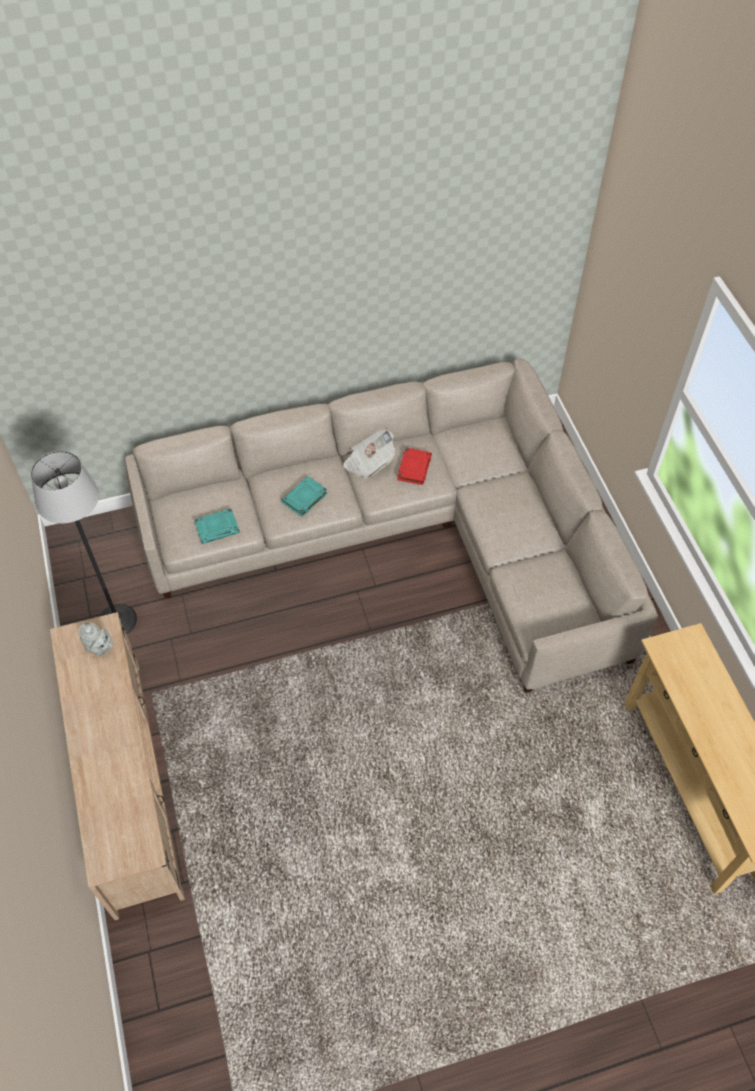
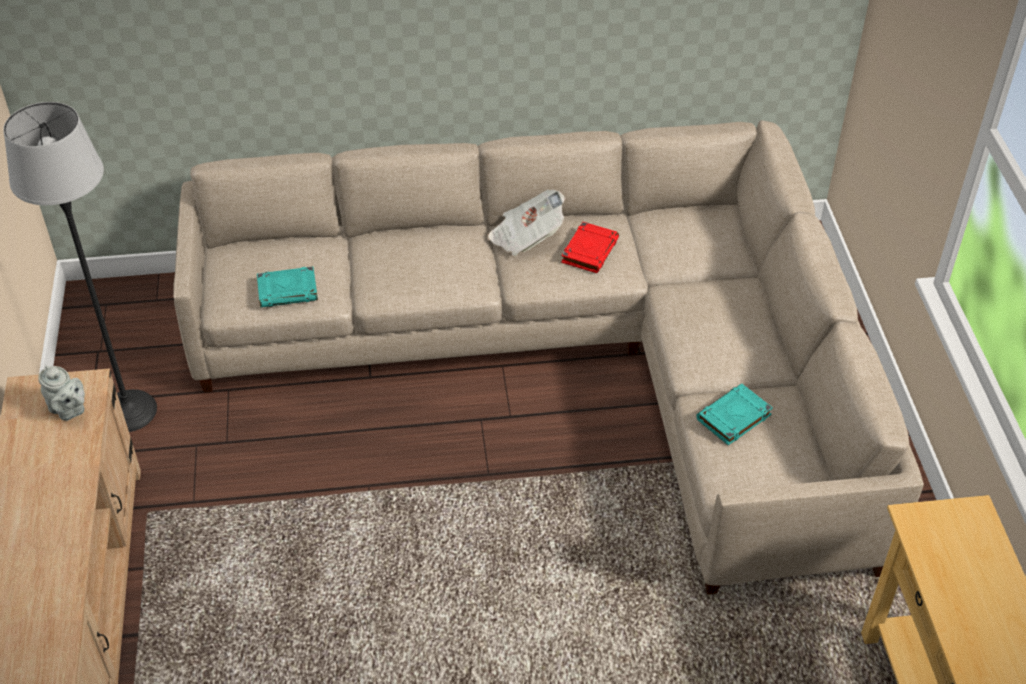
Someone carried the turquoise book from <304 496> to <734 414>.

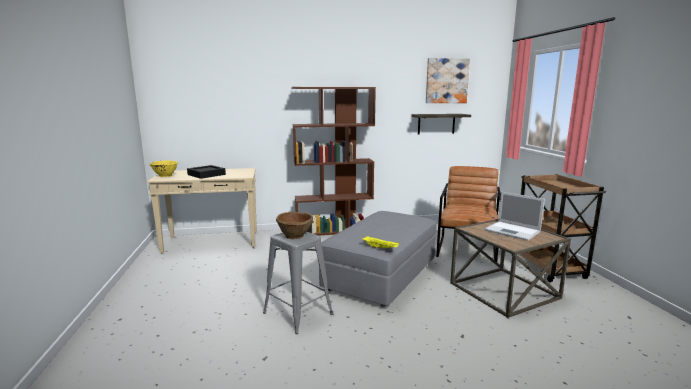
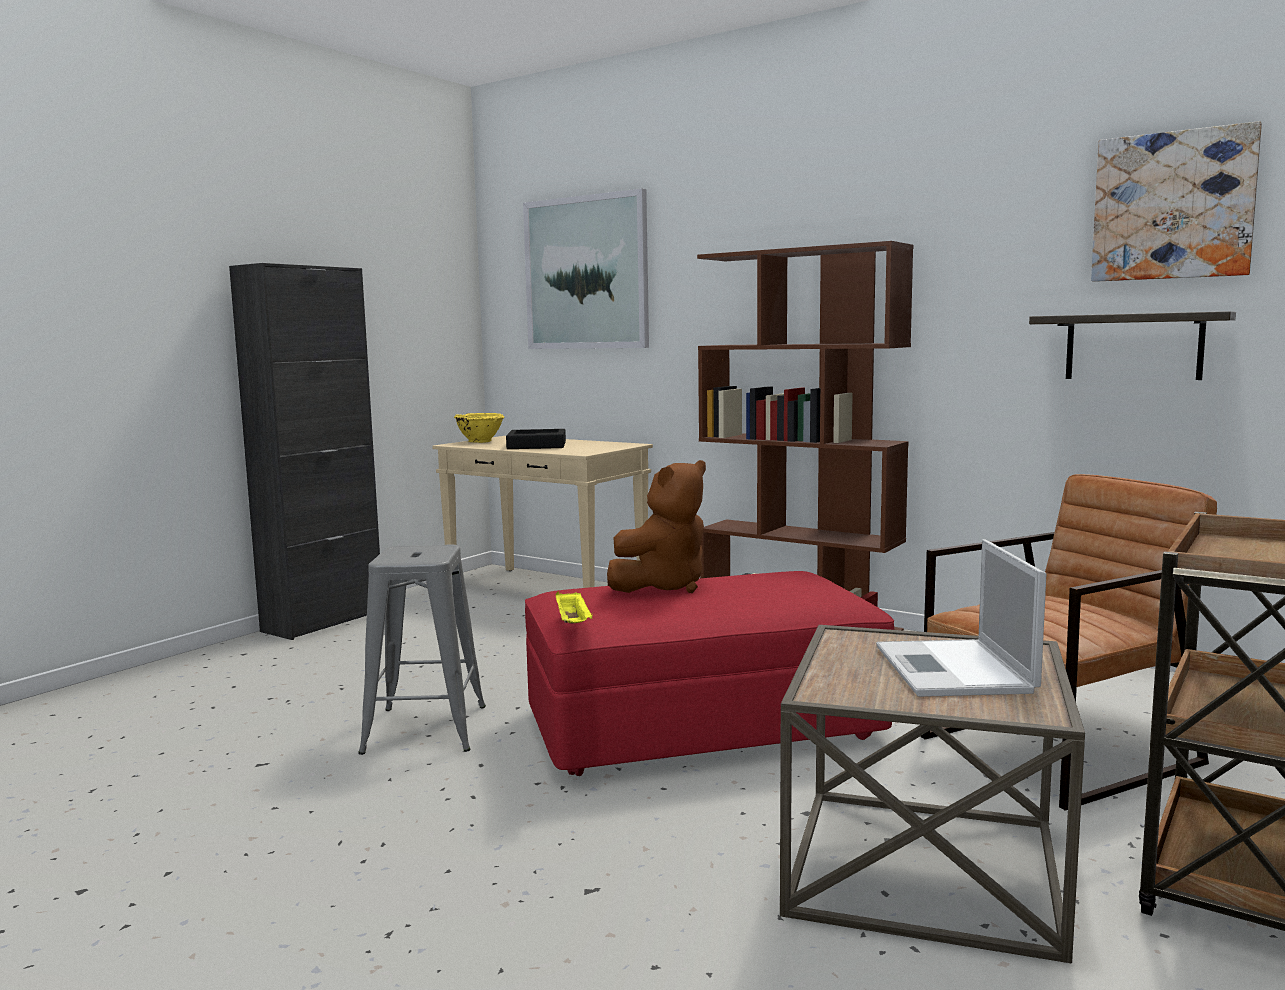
Someone put down the black cabinet at <304 451>. Someone put up the picture at <586 268>. Someone repainted the grey ottoman at <378 259>, which became the red ottoman at <709 673>. Someone put down the brown plush toy at <656 526>. Someone took away the brown bowl at <295 225>.

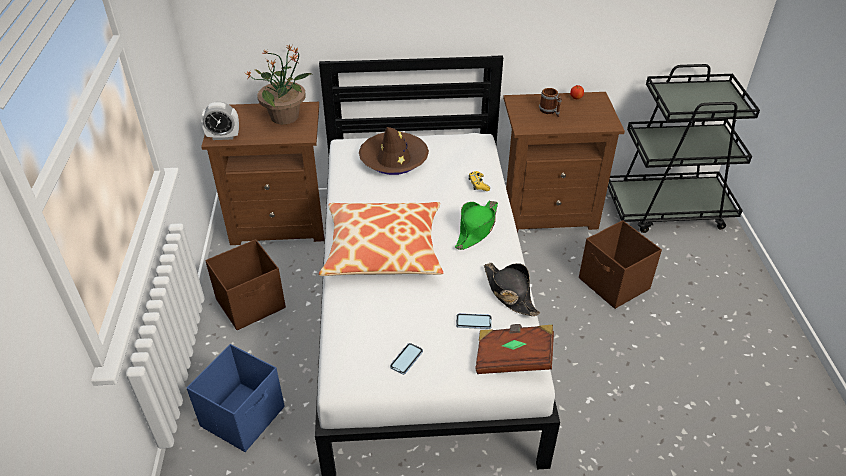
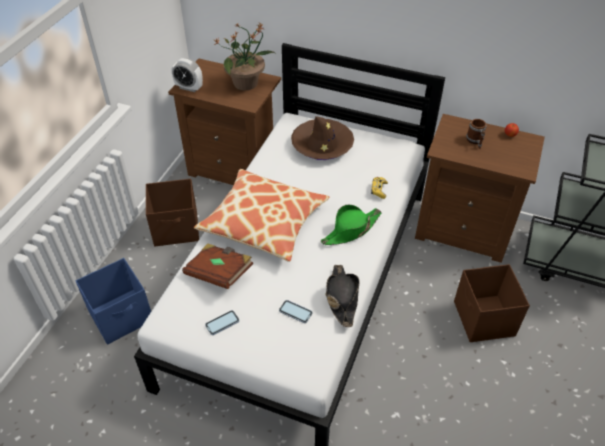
Someone carried the brown book from <514 349> to <217 266>.

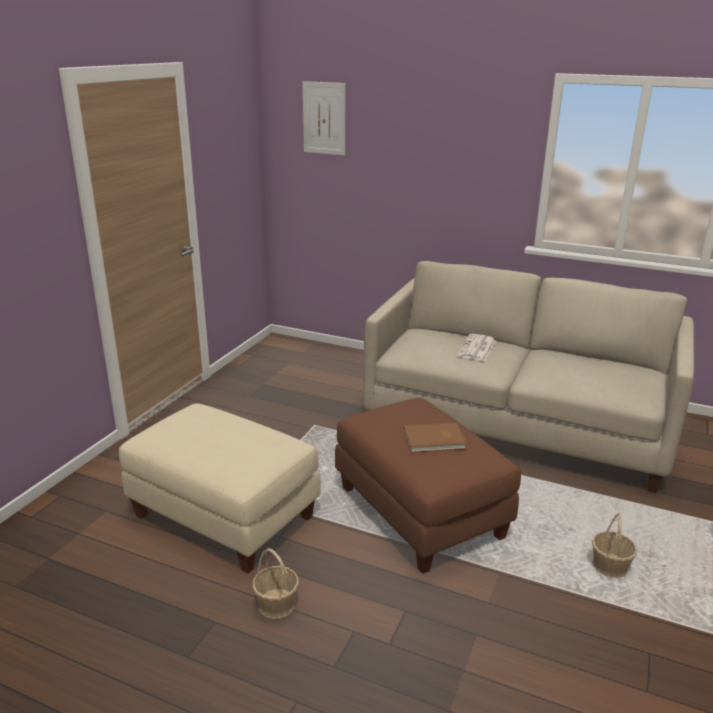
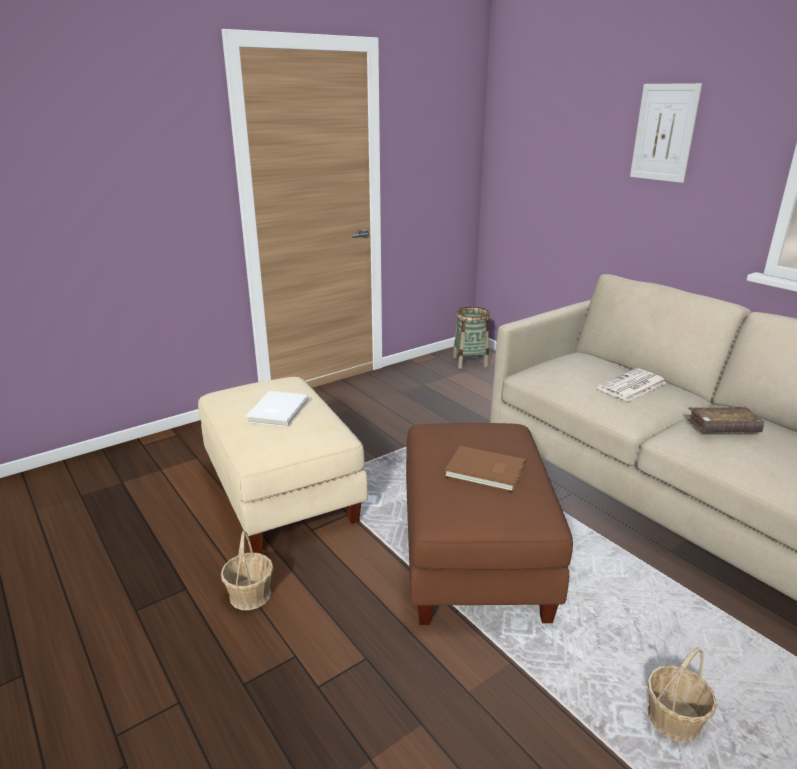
Someone put down the white book at <277 409>. Someone put down the basket at <471 338>. Someone carried the picture from <324 118> to <666 133>. Someone put down the brown book at <725 420>.

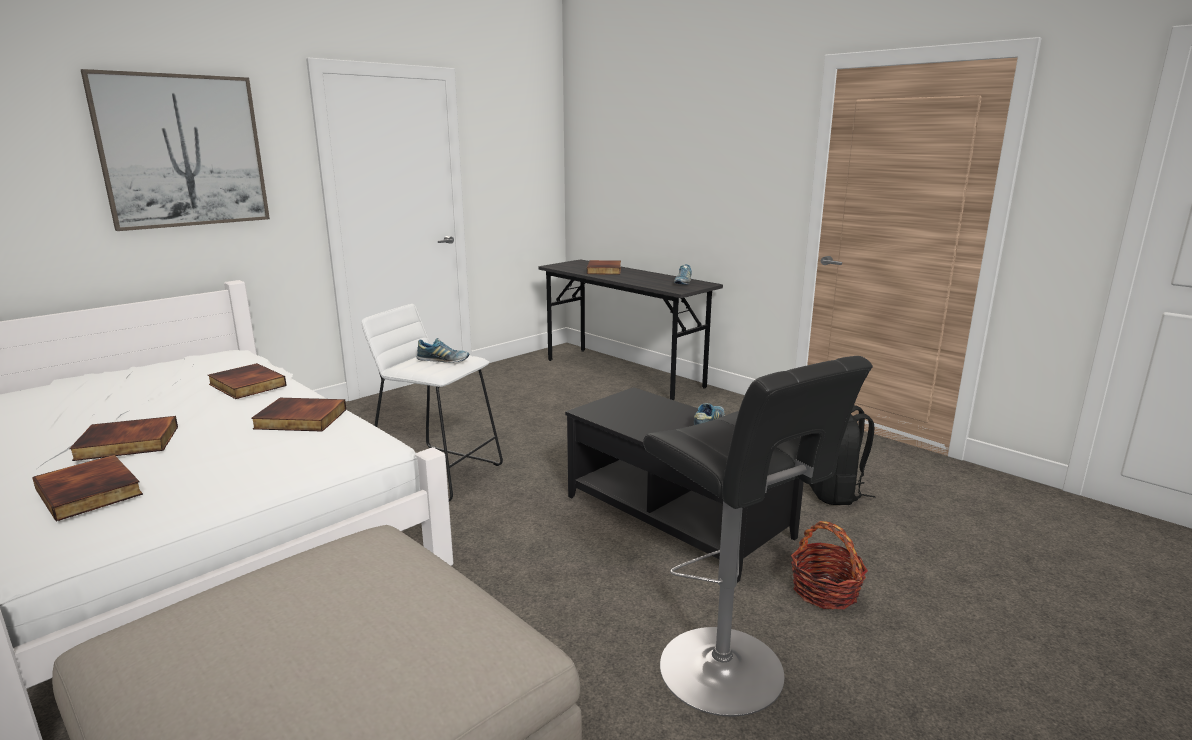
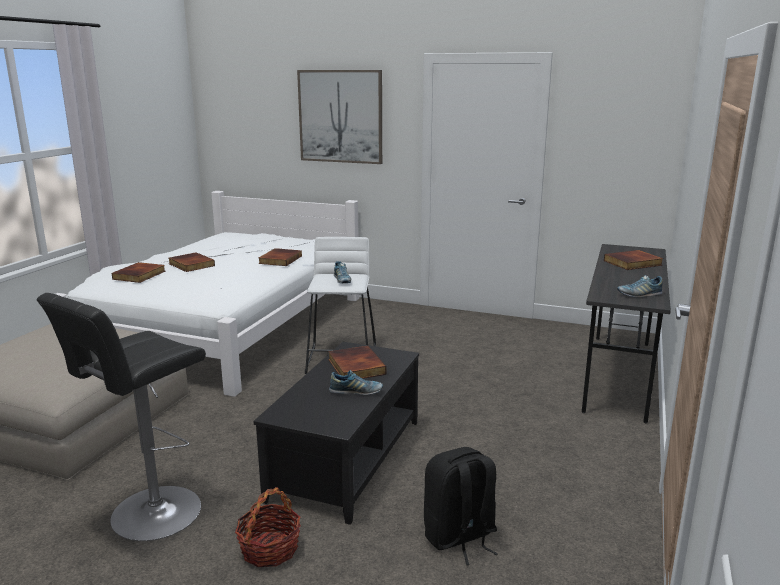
Someone carried the book from <298 415> to <357 362>.

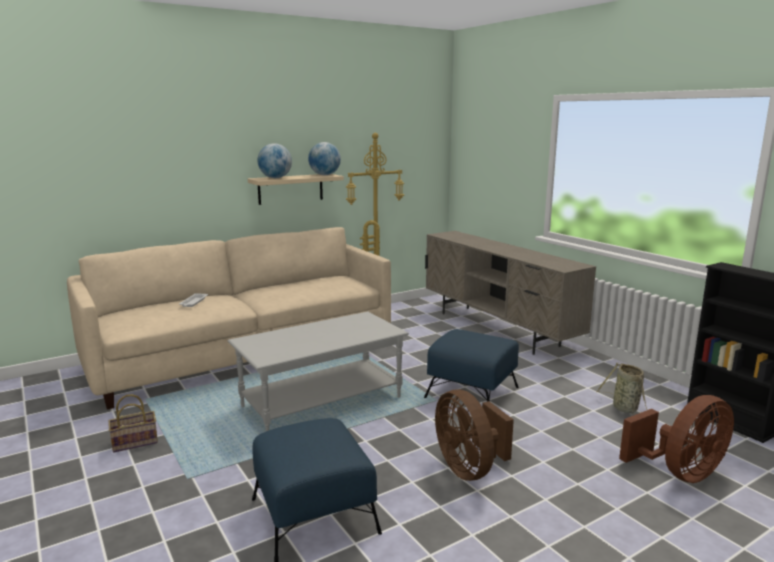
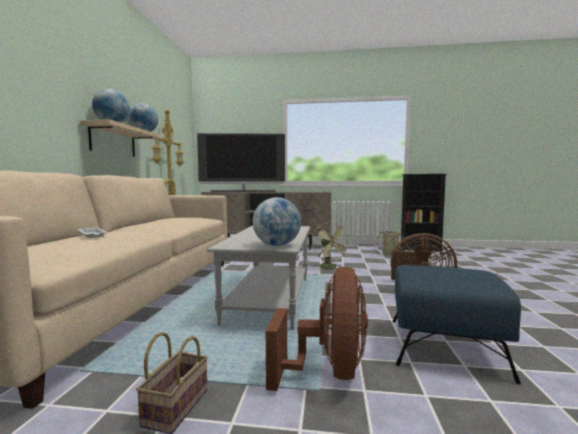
Someone put down the television at <241 162>. Someone put down the globe at <277 221>. Someone carried the brown fan from <676 439> to <317 329>. Someone swapped the blue ottoman at <471 365> for the green fan at <330 246>.

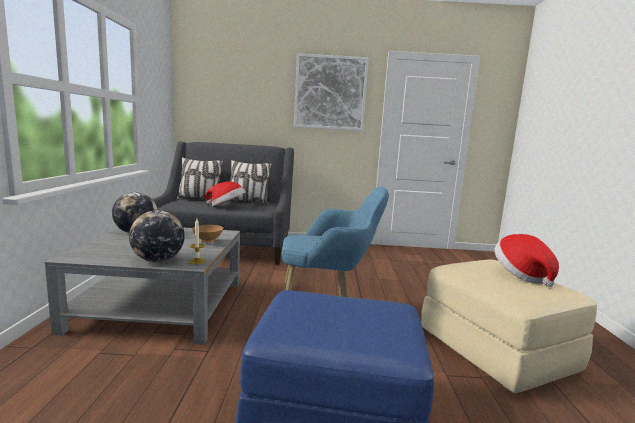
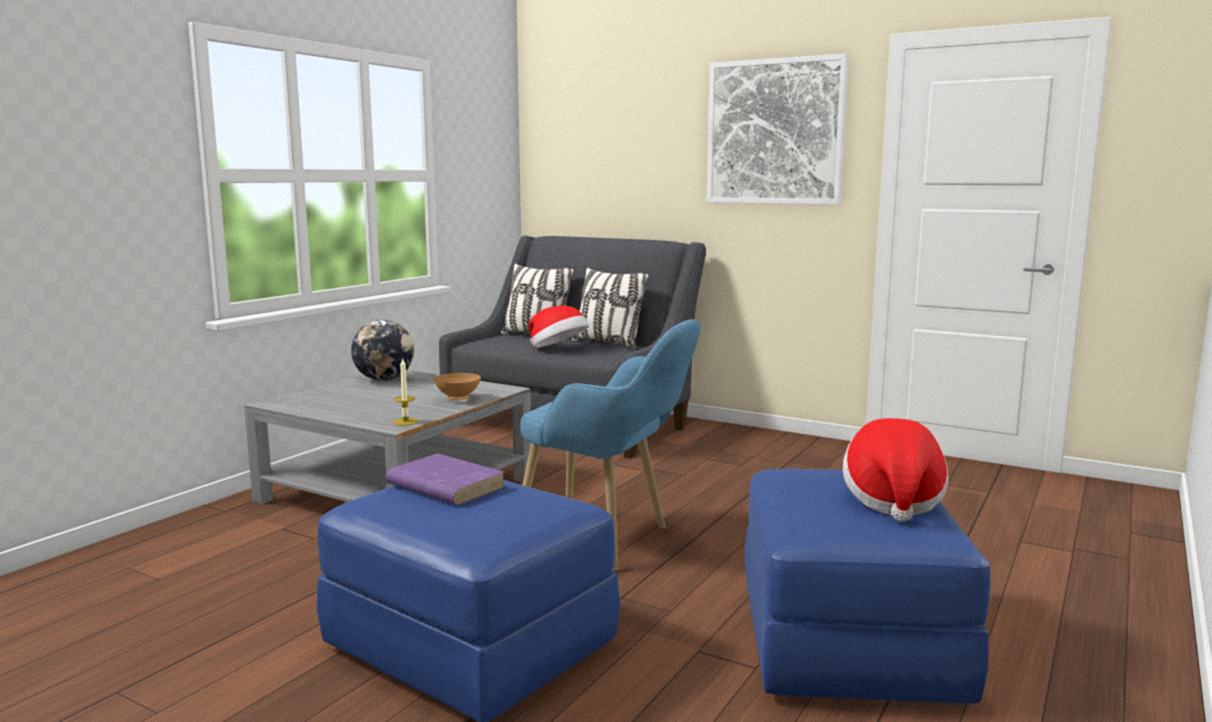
Someone put down the purple book at <445 479>. Someone repainted the beige ottoman at <509 326>, which became the blue ottoman at <868 586>. Someone took away the globe at <157 236>.

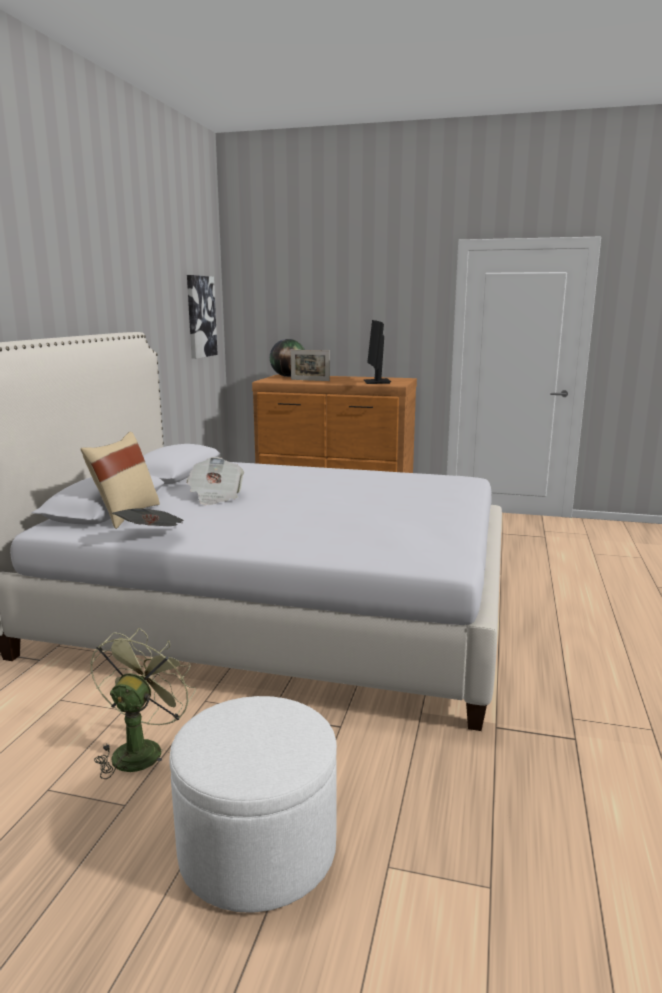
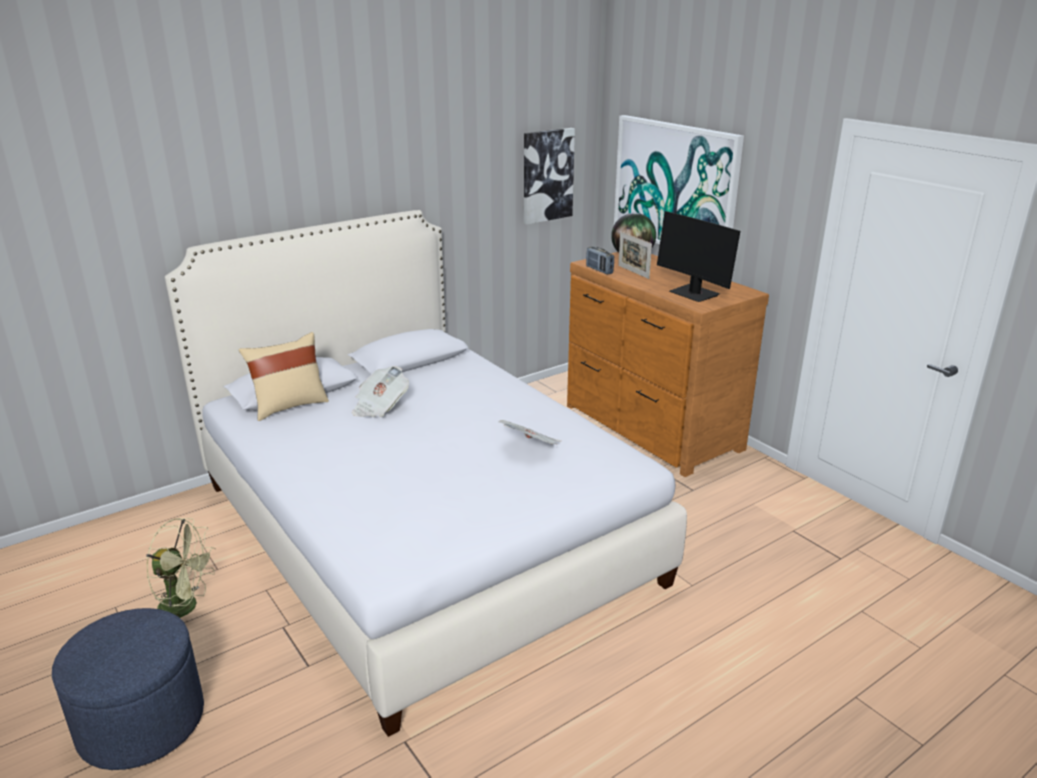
Someone repainted the white ottoman at <253 804>, which became the blue ottoman at <128 689>. Someone rotated the green fan at <143 703> by 45 degrees clockwise. Someone carried the newspaper from <147 517> to <529 432>. Someone put down the radio at <600 260>. Someone put up the picture at <679 179>. Someone rotated the monitor at <377 352> by 75 degrees counterclockwise.

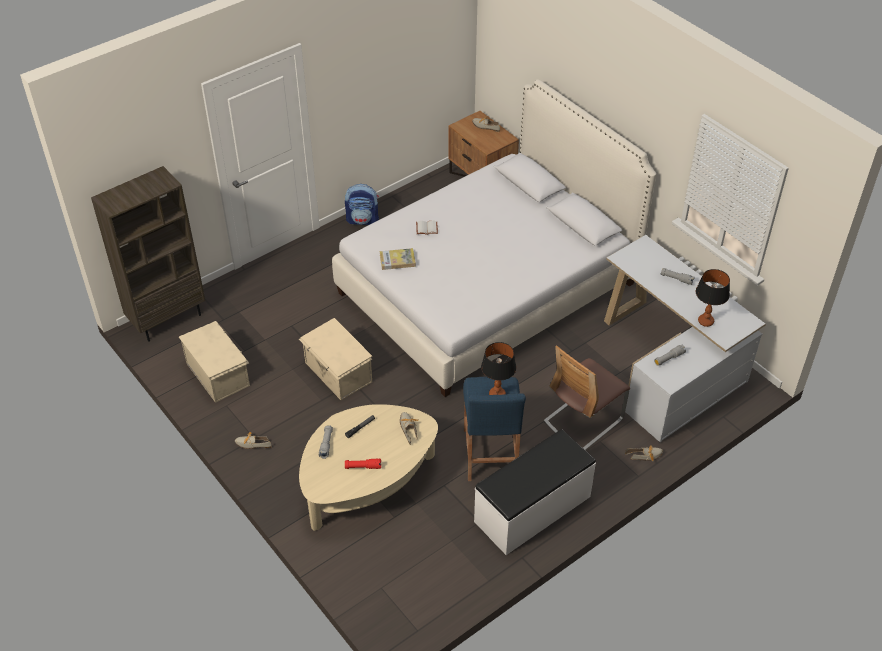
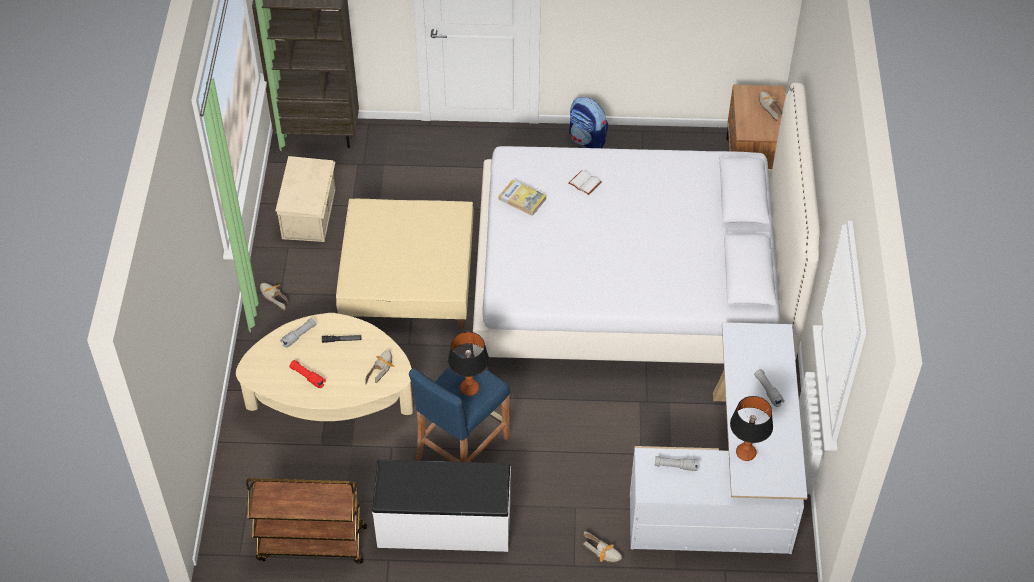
Someone put down the brown cart at <306 521>. Someone swapped the beige storage box at <335 359> for the beige ottoman at <404 263>. Someone took away the chair at <587 397>.

